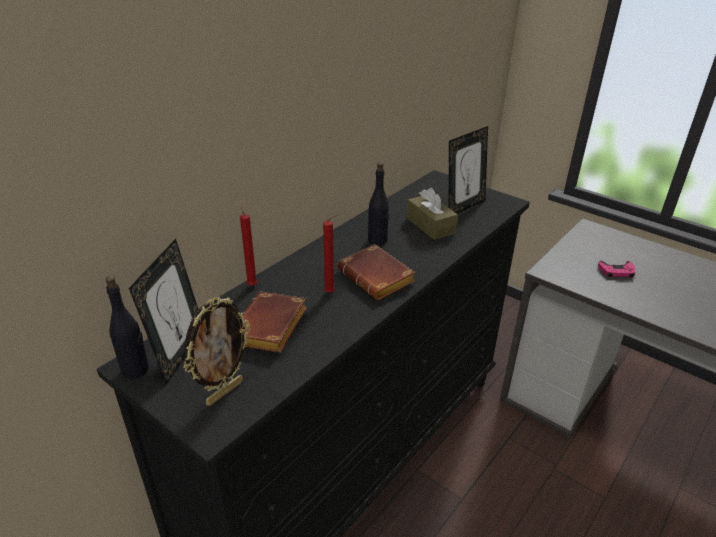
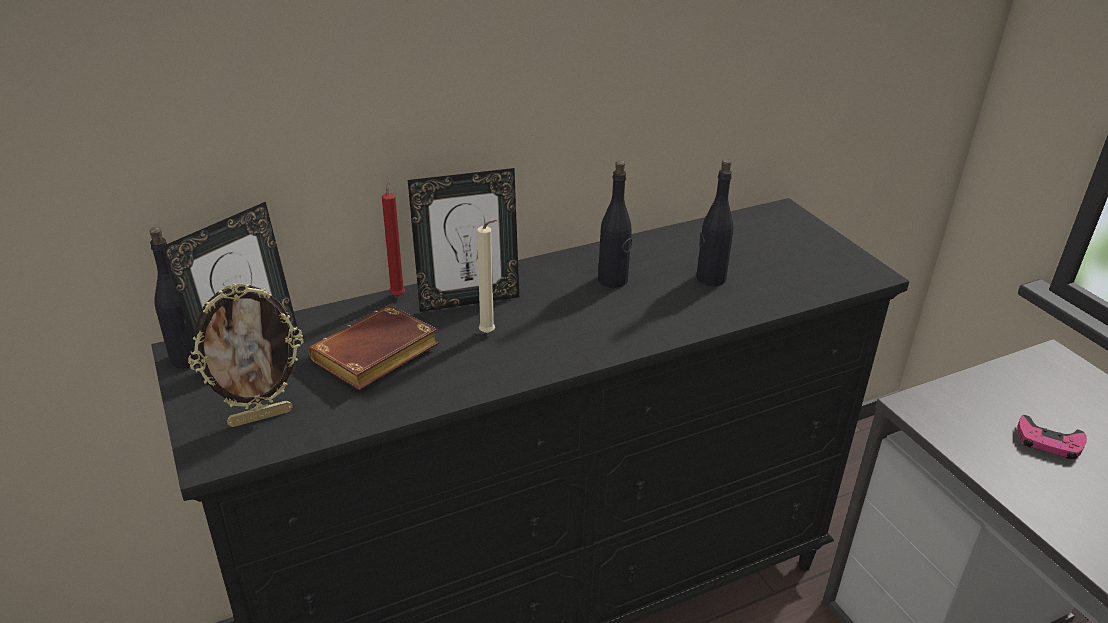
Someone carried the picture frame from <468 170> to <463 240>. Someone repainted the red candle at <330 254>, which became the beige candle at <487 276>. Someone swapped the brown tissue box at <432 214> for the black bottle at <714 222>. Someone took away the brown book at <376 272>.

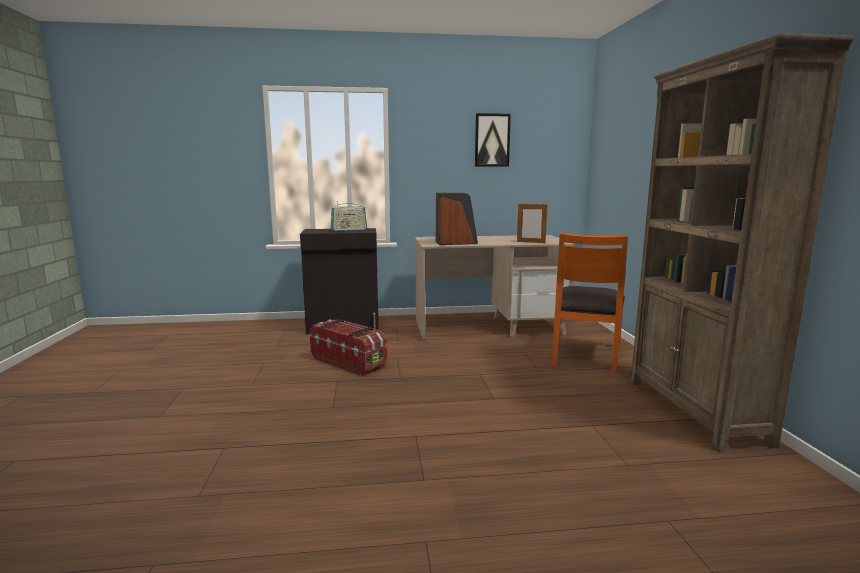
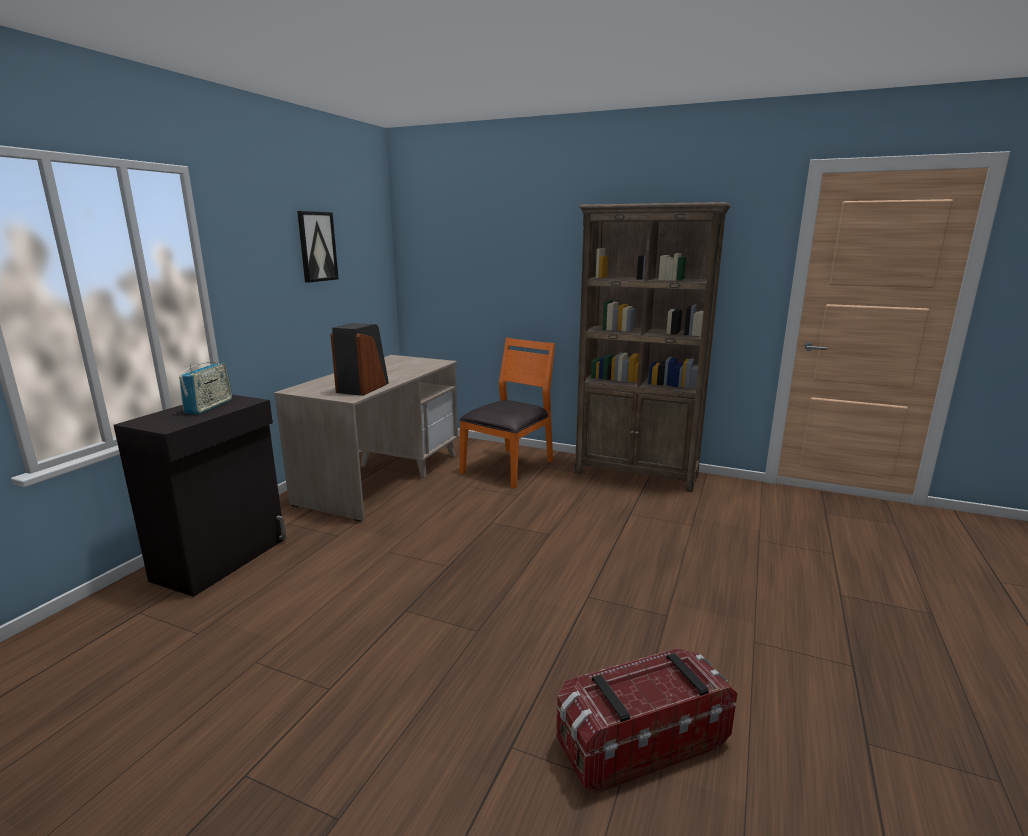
Someone rotated the orange chair at <590 303> by 105 degrees counterclockwise. Someone carried the storage box from <348 348> to <647 721>. Someone took away the picture frame at <532 223>.

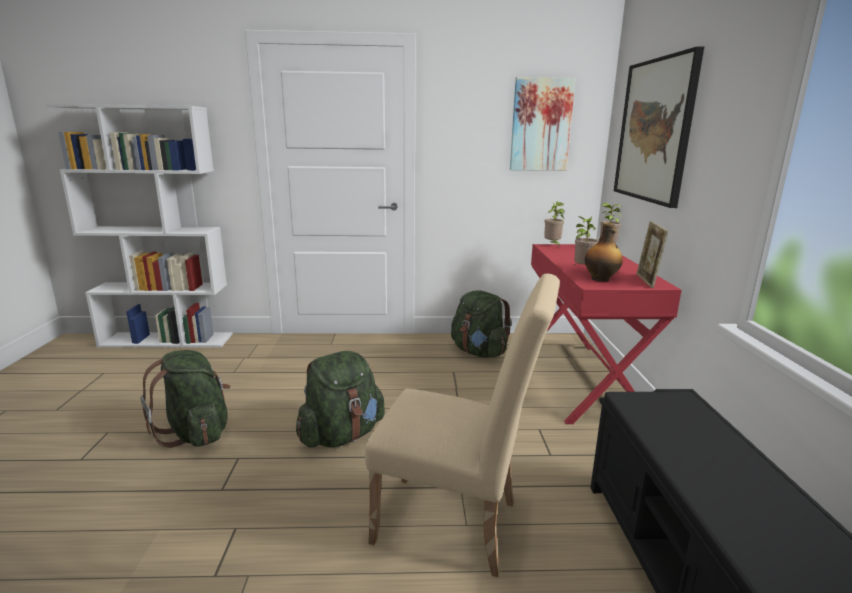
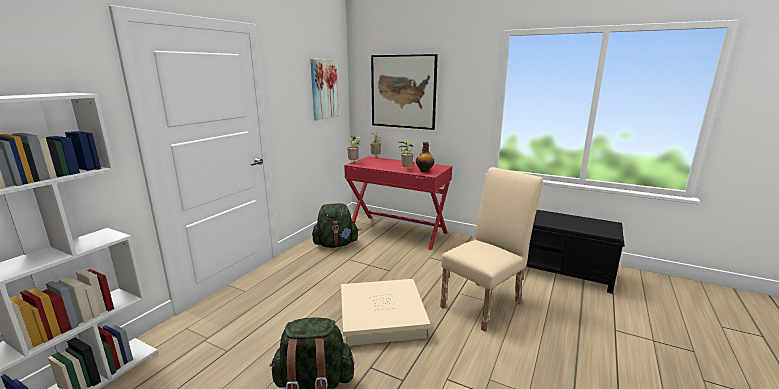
Someone swapped the green backpack at <340 399> for the beige storage box at <385 312>. Someone took away the picture frame at <653 254>.

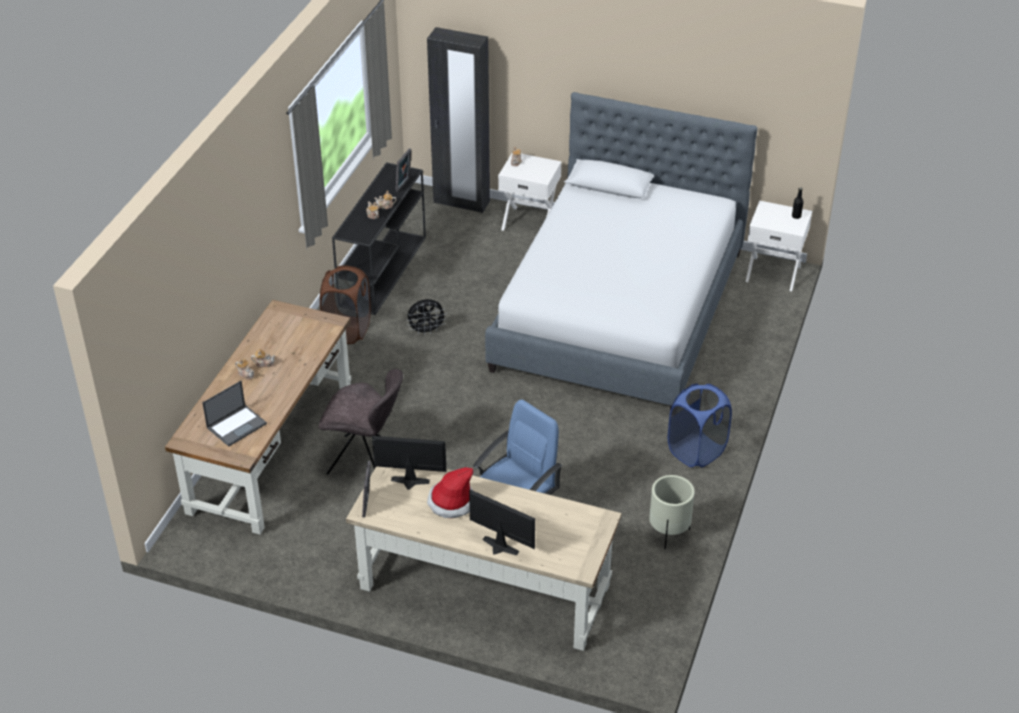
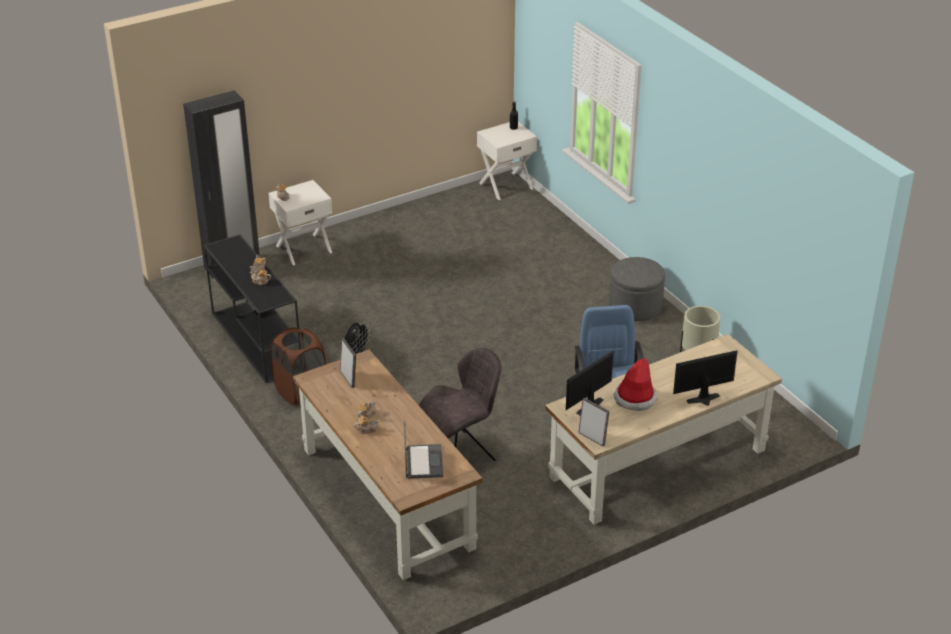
Someone carried the picture frame from <403 170> to <348 363>. Someone swapped the blue laundry basket at <700 425> for the grey ottoman at <637 289>. Someone took away the bed at <621 251>.

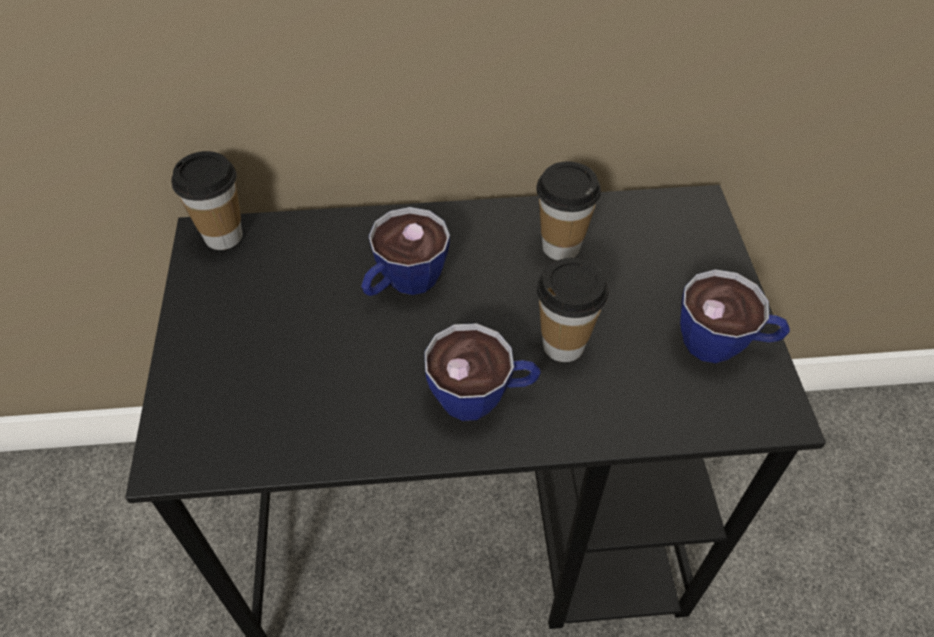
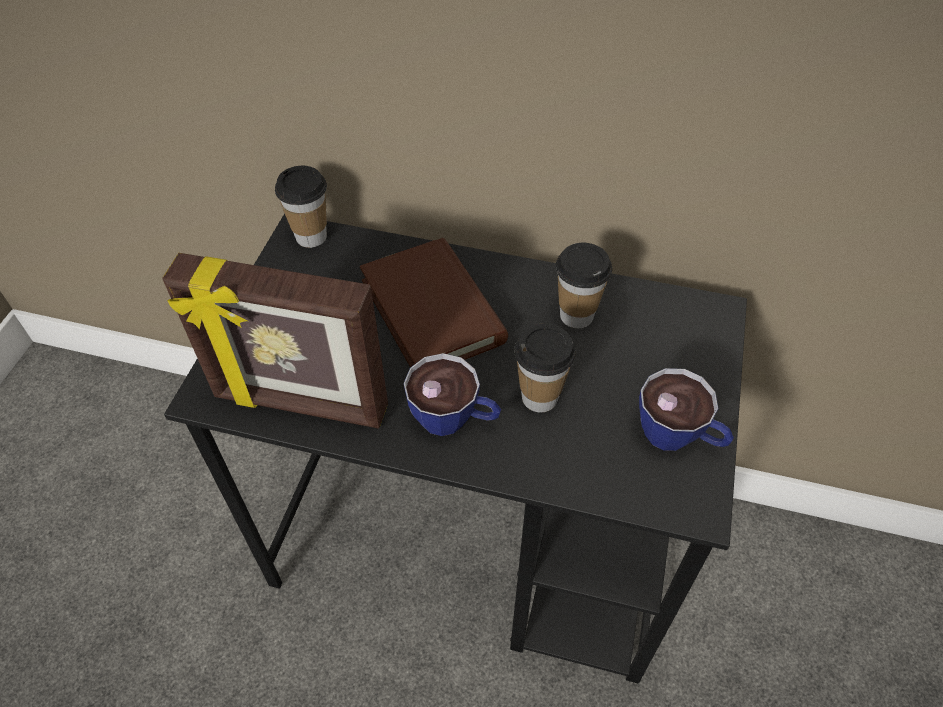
Someone put down the picture frame at <275 340>. Someone swapped the cup at <405 251> for the brown book at <434 302>.

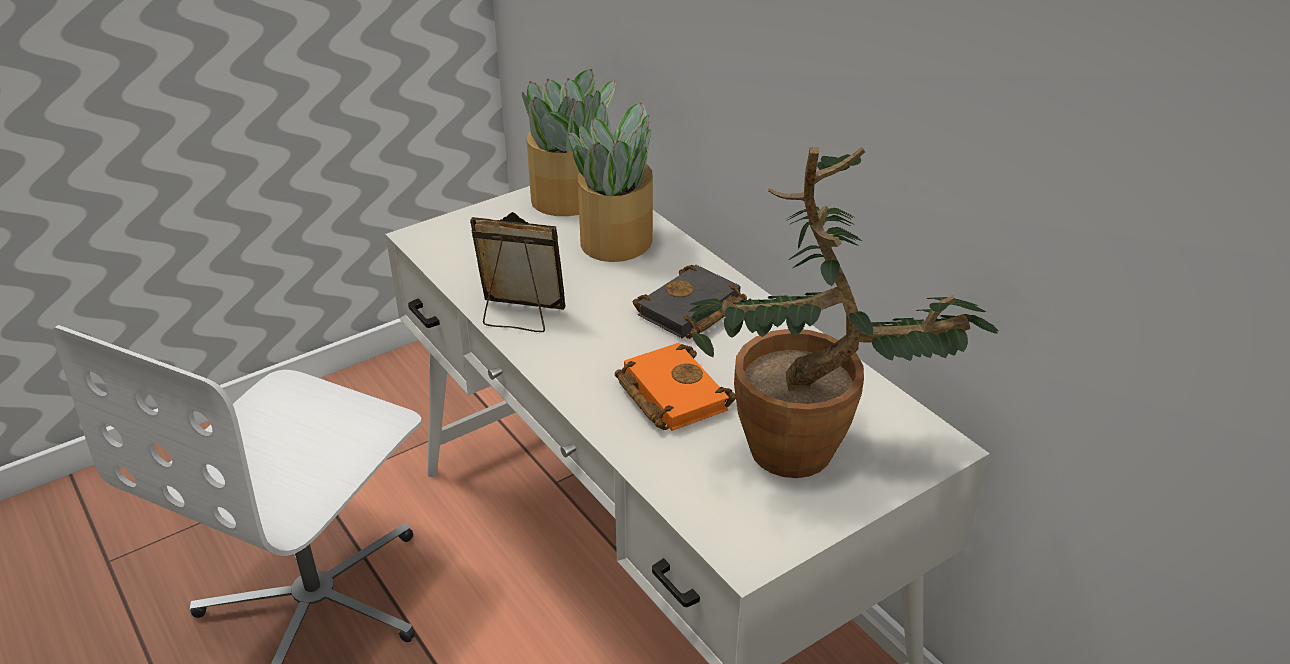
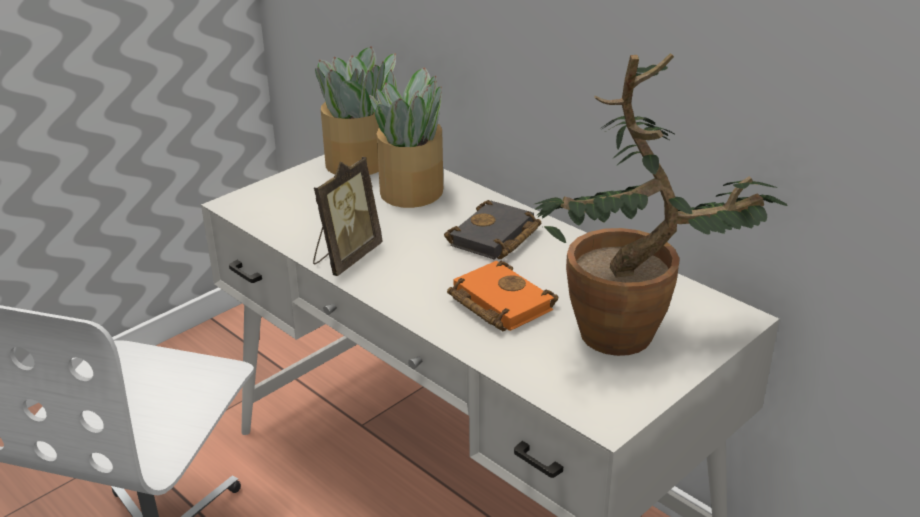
Someone rotated the picture frame at <518 272> by 120 degrees clockwise.

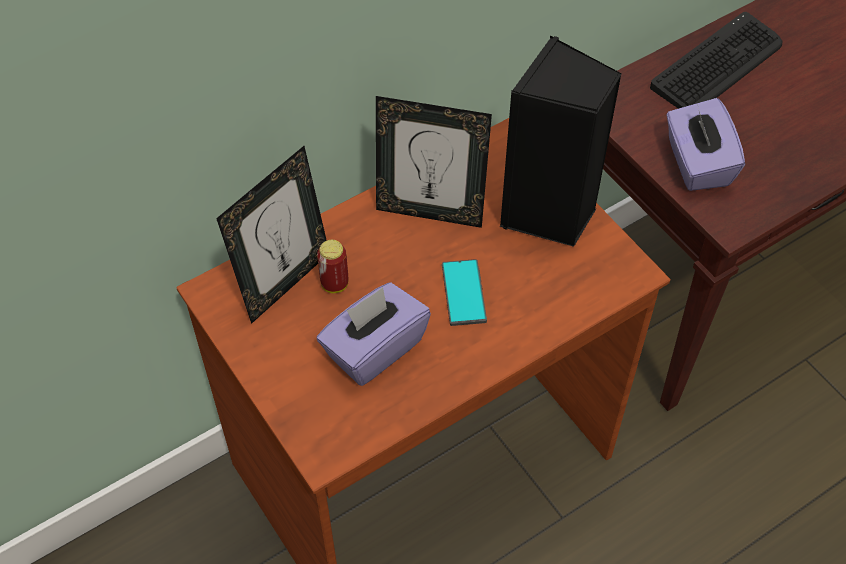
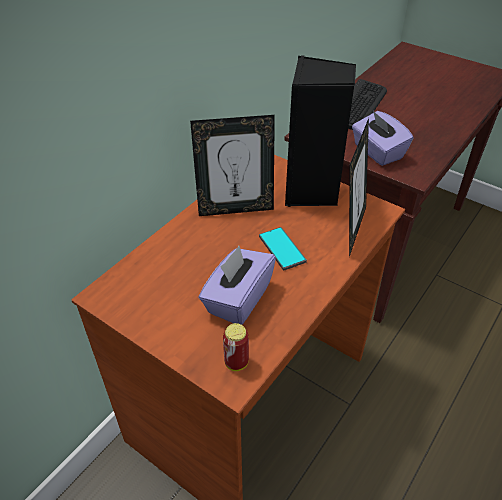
Someone carried the can from <333 266> to <236 347>. Someone carried the picture frame from <271 235> to <359 187>.

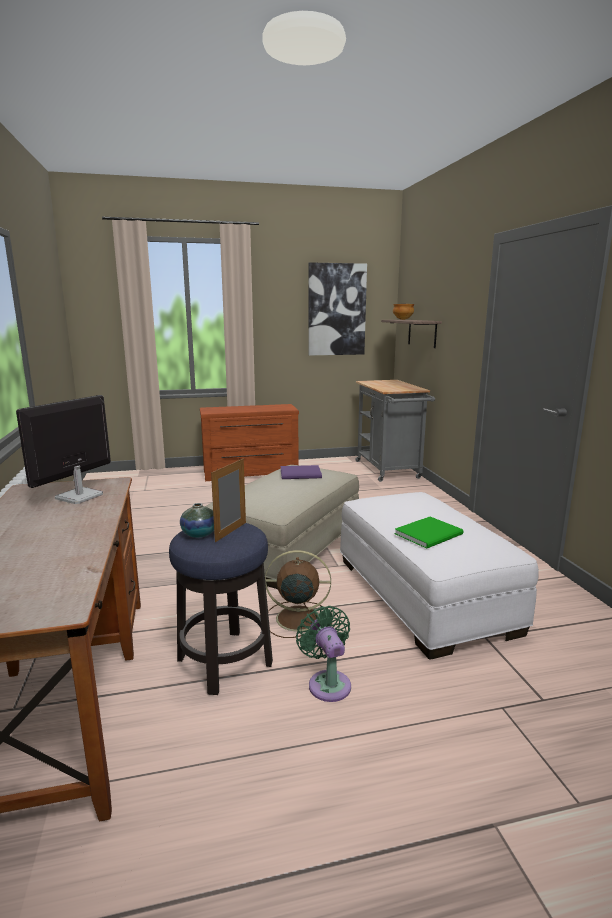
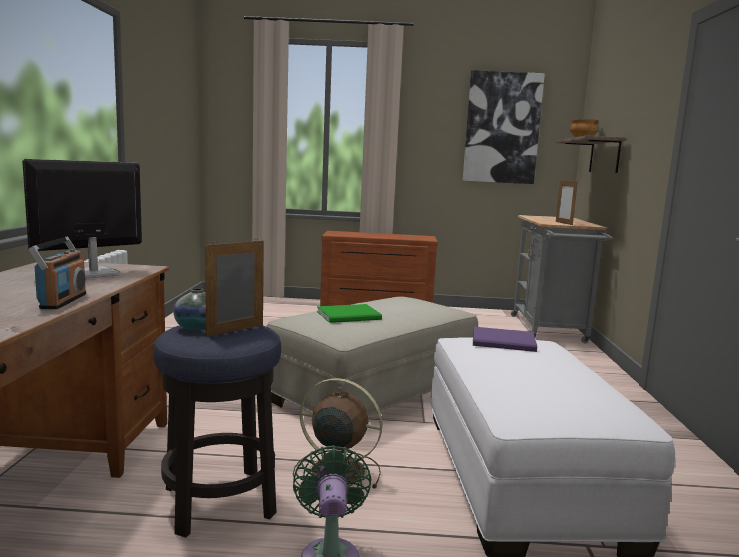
Someone put down the radio at <57 273>. Someone carried the green book from <429 533> to <349 313>. Someone carried the purple book from <301 472> to <505 339>. Someone put down the picture frame at <567 202>.

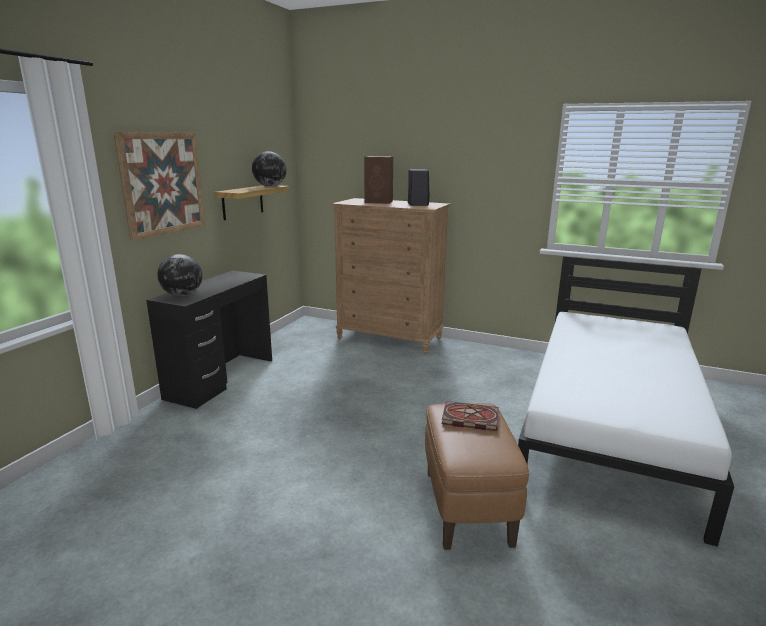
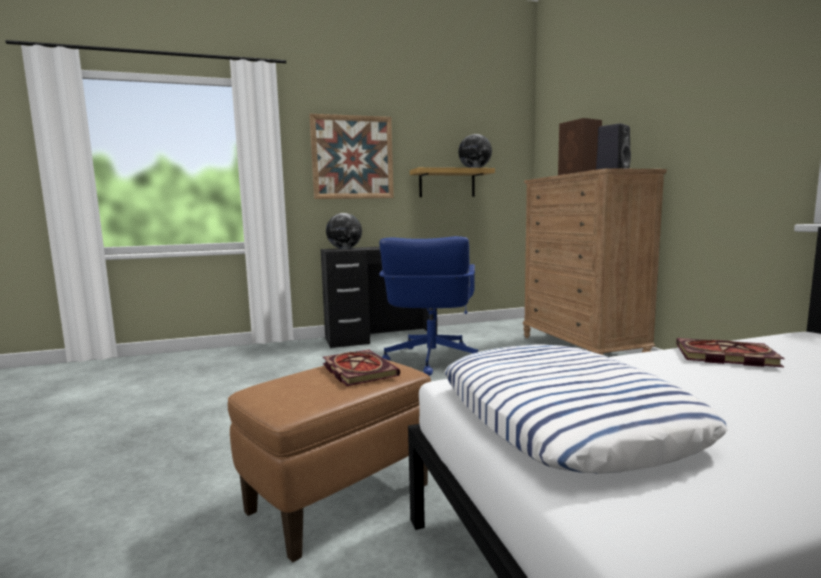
Someone put down the blue office chair at <428 306>. Someone put down the pillow at <586 409>. Someone put down the book at <730 352>.

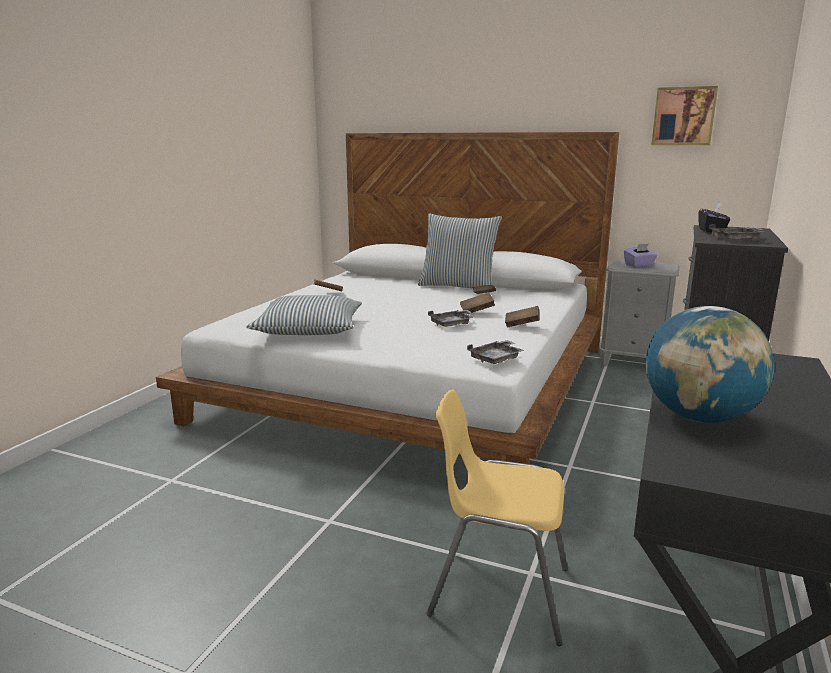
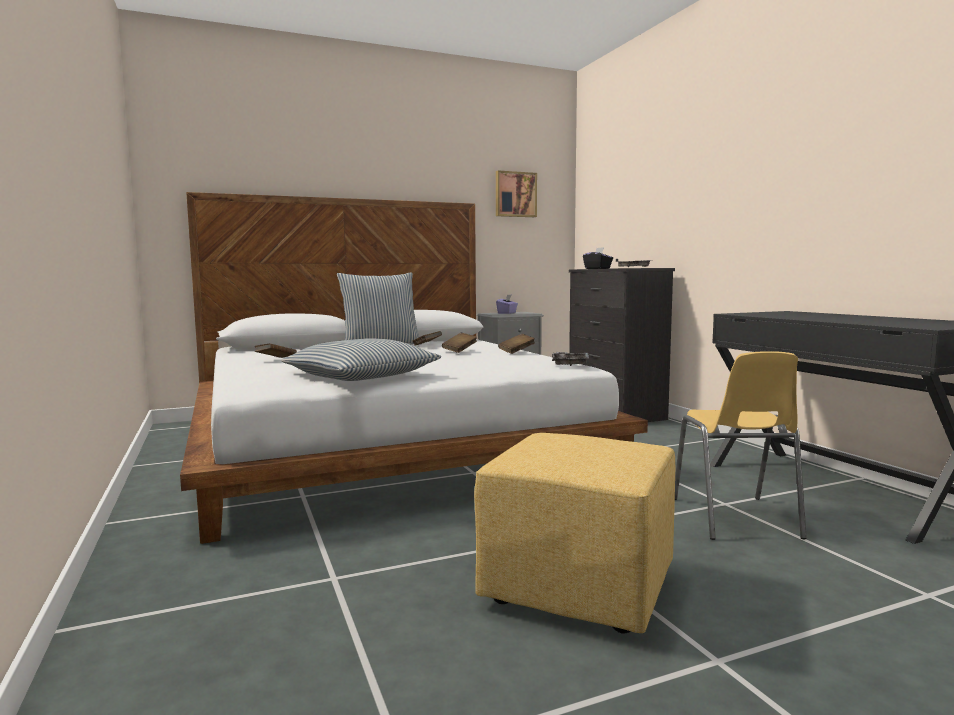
Someone put down the yellow ottoman at <574 533>. Someone rotated the yellow chair at <497 517> by 60 degrees counterclockwise. Someone took away the grey tray at <451 318>. Someone took away the globe at <710 364>.

